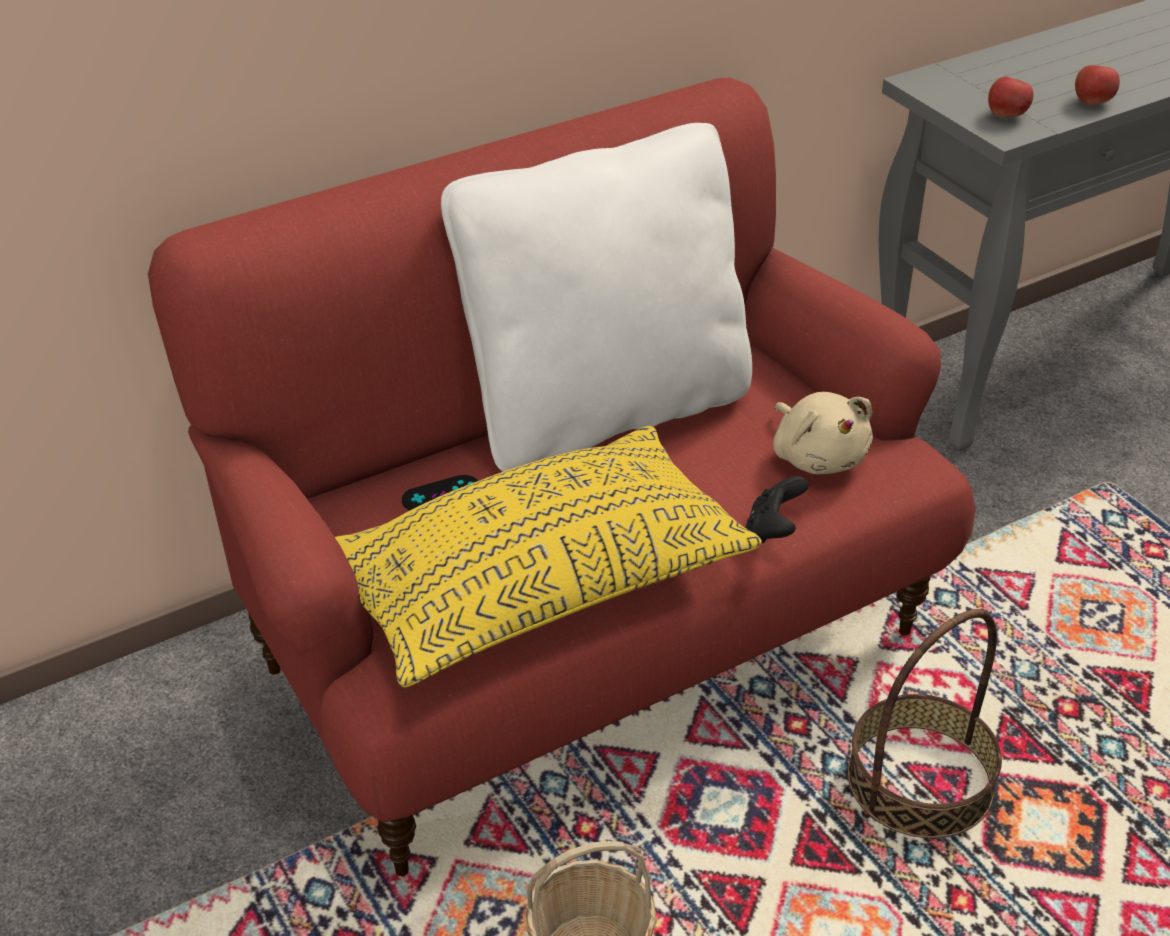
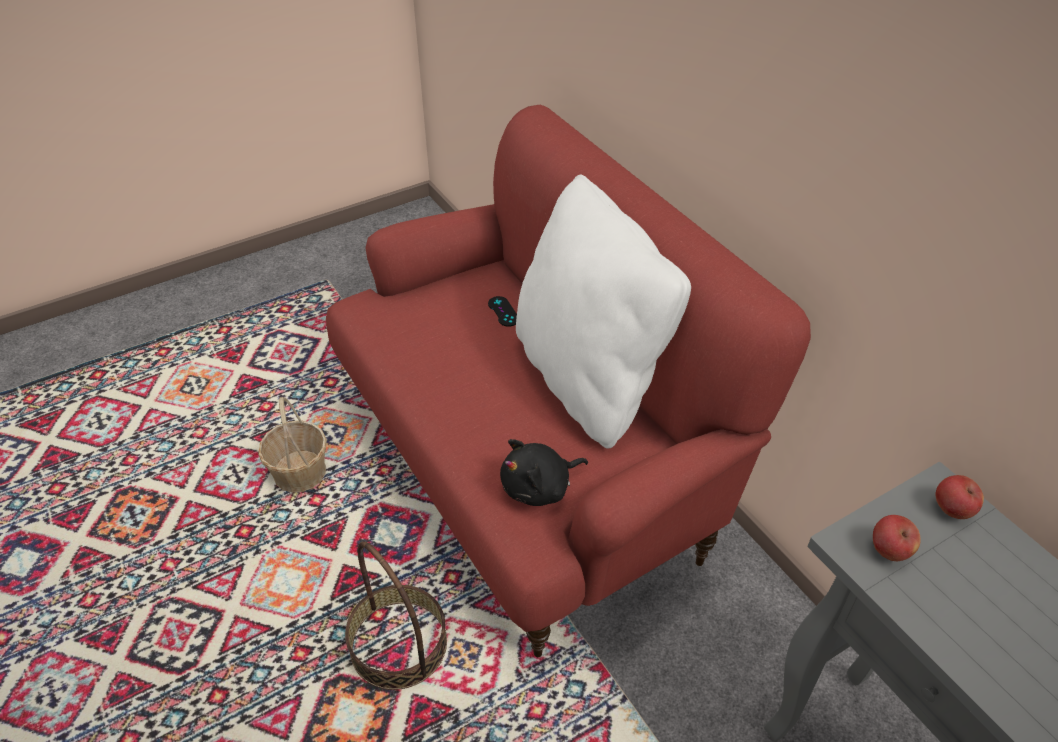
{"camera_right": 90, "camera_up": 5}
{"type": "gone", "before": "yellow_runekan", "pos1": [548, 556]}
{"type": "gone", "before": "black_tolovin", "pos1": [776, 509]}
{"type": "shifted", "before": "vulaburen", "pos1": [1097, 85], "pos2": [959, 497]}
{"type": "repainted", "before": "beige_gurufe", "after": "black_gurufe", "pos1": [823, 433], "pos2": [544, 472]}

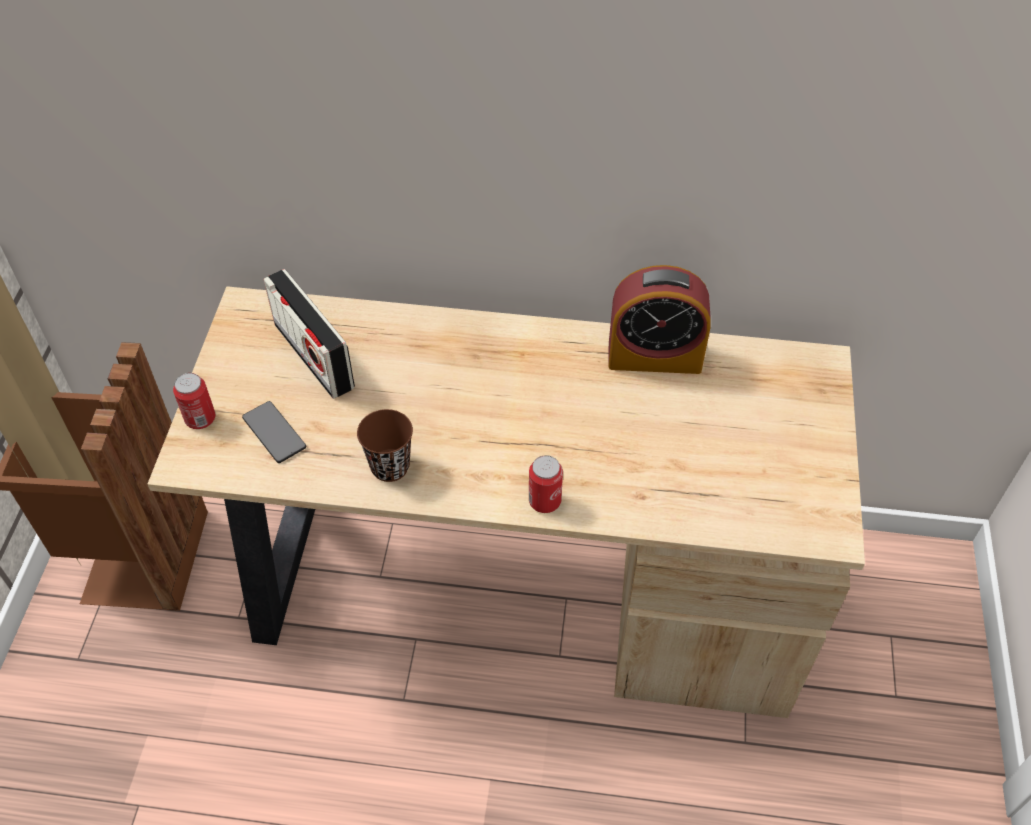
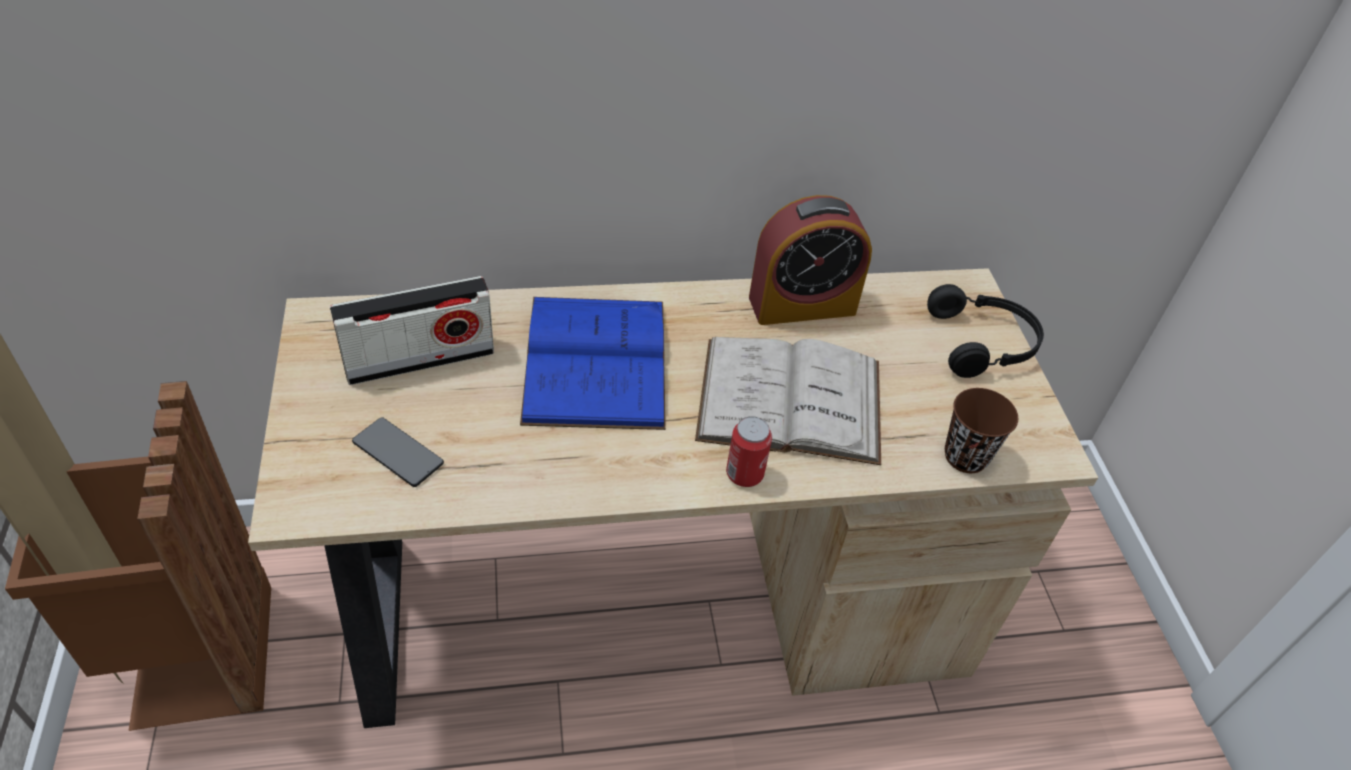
{"camera_right": -20, "camera_up": -5}
{"type": "gone", "before": "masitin", "pos1": [194, 401]}
{"type": "new", "after": "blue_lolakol", "pos2": [593, 363]}
{"type": "new", "after": "white_lolakol", "pos2": [788, 401]}
{"type": "new", "after": "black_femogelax", "pos2": [985, 331]}
{"type": "shifted", "before": "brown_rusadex", "pos1": [385, 445], "pos2": [981, 430]}
{"type": "rotated", "before": "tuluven", "pos1": [309, 334], "pos2": [412, 330], "turn": -60}

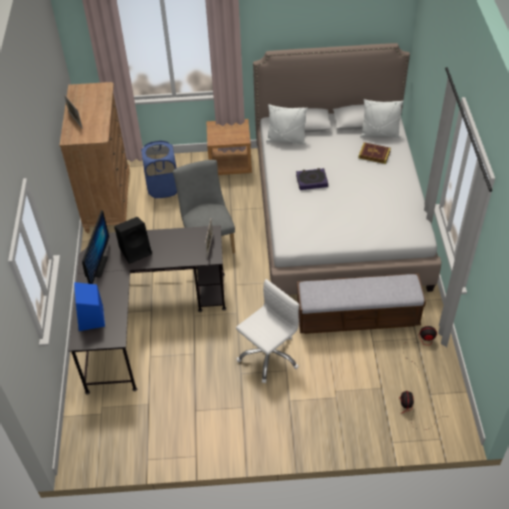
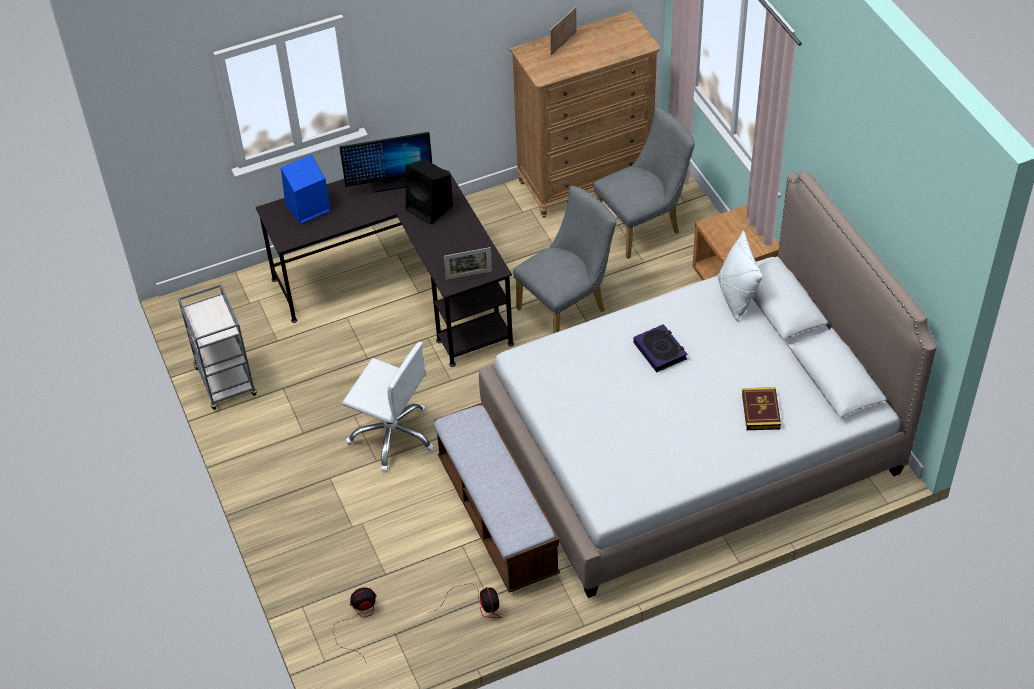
{"camera_right": 70, "camera_up": 0}
{"type": "gone", "before": "white_runekan", "pos1": [382, 118]}
{"type": "new", "after": "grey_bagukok", "pos2": [217, 347]}
{"type": "swapped", "before": "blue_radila", "after": "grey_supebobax", "pos1": [159, 169], "pos2": [644, 183]}

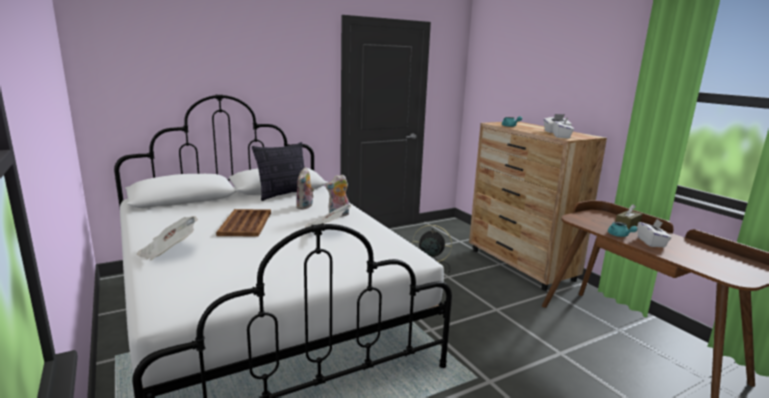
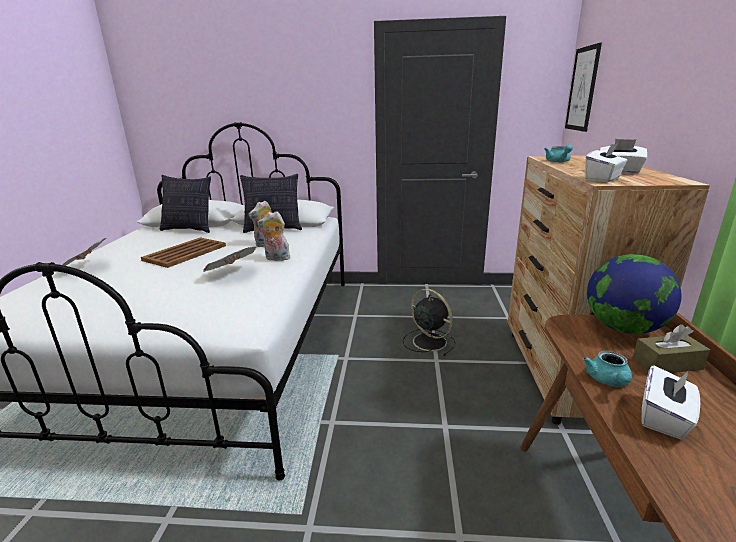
{"camera_right": 35, "camera_up": 5}
{"type": "new", "after": "runekan", "pos2": [185, 204]}
{"type": "new", "after": "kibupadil", "pos2": [583, 87]}
{"type": "new", "after": "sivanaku", "pos2": [634, 294]}

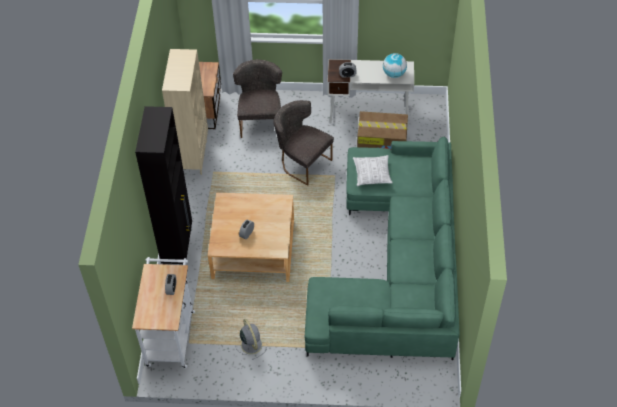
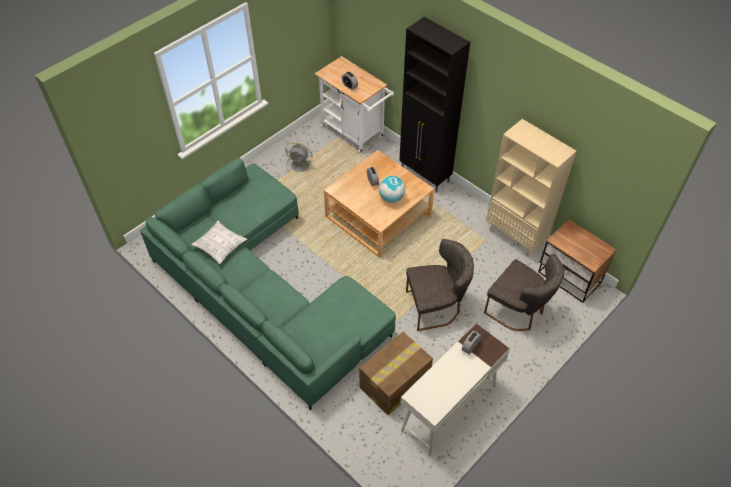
{"camera_right": 130, "camera_up": 0}
{"type": "shifted", "before": "runekan", "pos1": [373, 170], "pos2": [219, 242]}
{"type": "shifted", "before": "sivanaku", "pos1": [395, 65], "pos2": [392, 189]}

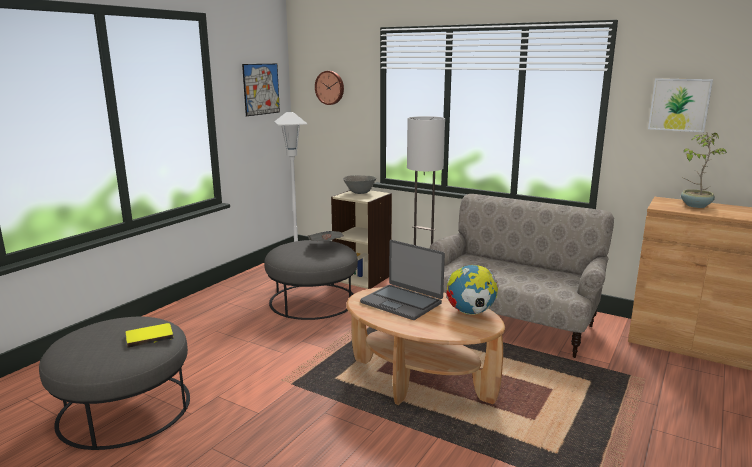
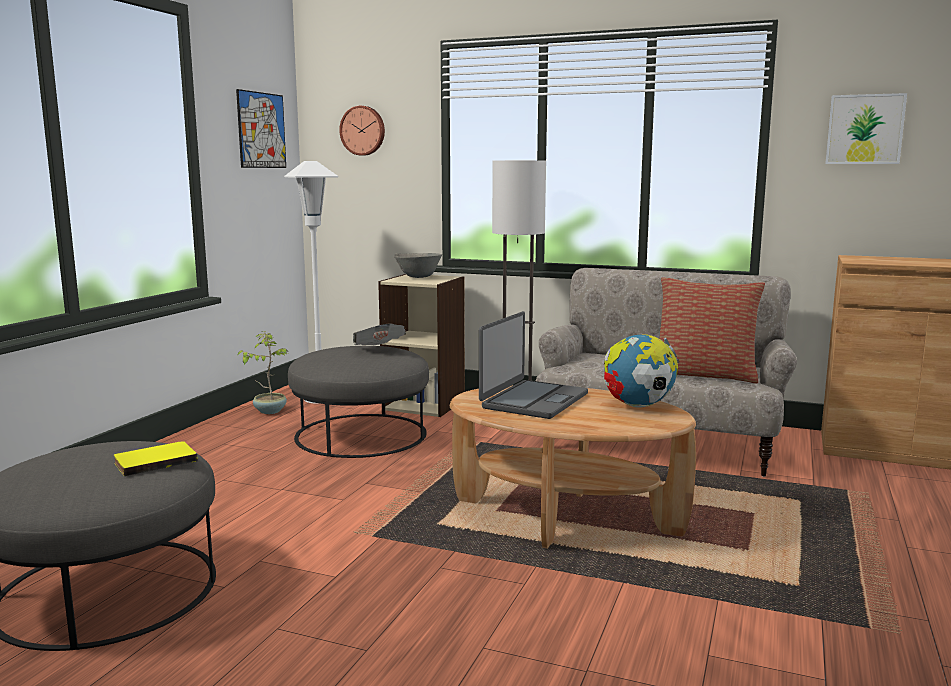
{"camera_right": -10, "camera_up": -5}
{"type": "new", "after": "runekan", "pos2": [712, 330]}
{"type": "shifted", "before": "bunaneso", "pos1": [704, 170], "pos2": [263, 372]}
{"type": "rotated", "before": "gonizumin", "pos1": [402, 280], "pos2": [533, 365], "turn": -90}

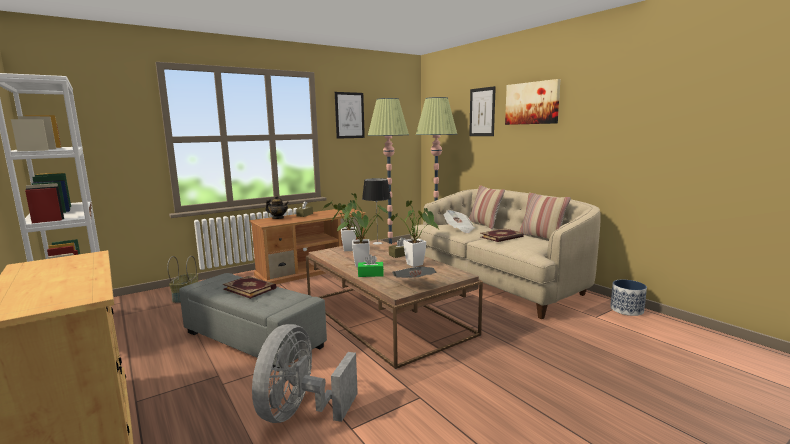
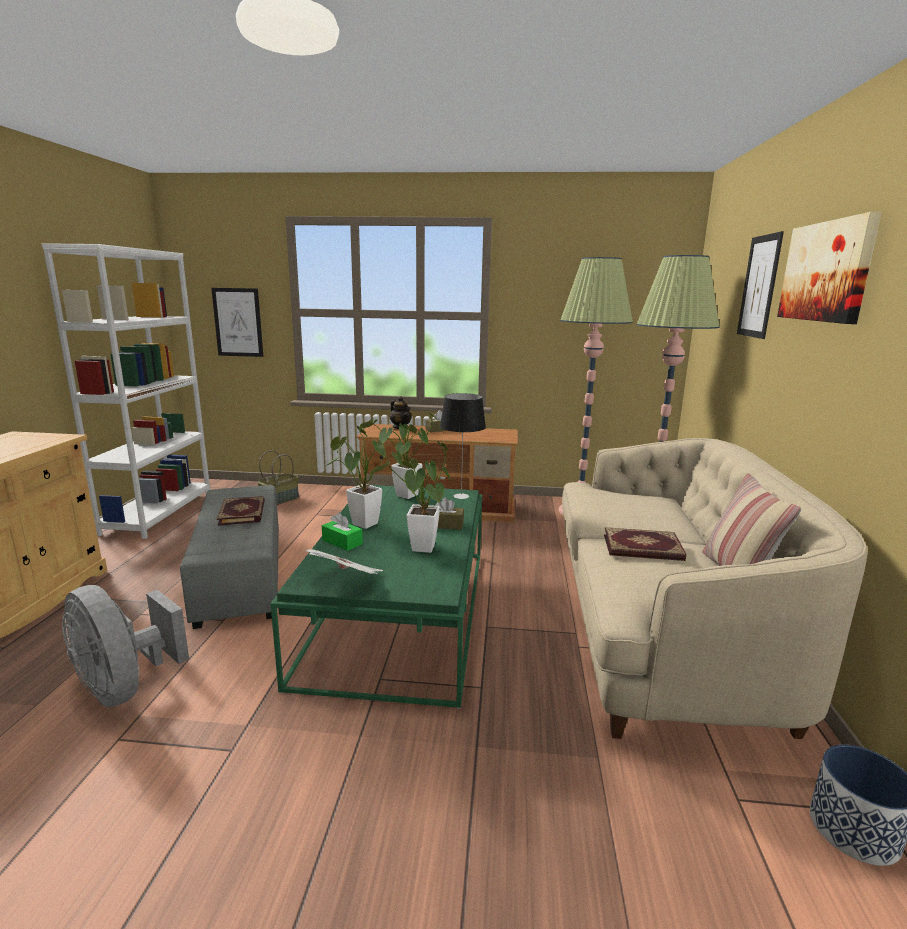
{"camera_right": 40, "camera_up": 5}
{"type": "gone", "before": "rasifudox", "pos1": [459, 221]}
{"type": "gone", "before": "runekan", "pos1": [487, 207]}
{"type": "shifted", "before": "kibupadil", "pos1": [350, 115], "pos2": [237, 322]}
{"type": "repainted", "before": "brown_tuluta", "after": "green_tuluta", "pos1": [394, 304], "pos2": [376, 597]}
{"type": "rotated", "before": "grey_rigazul", "pos1": [305, 373], "pos2": [125, 646], "turn": -105}

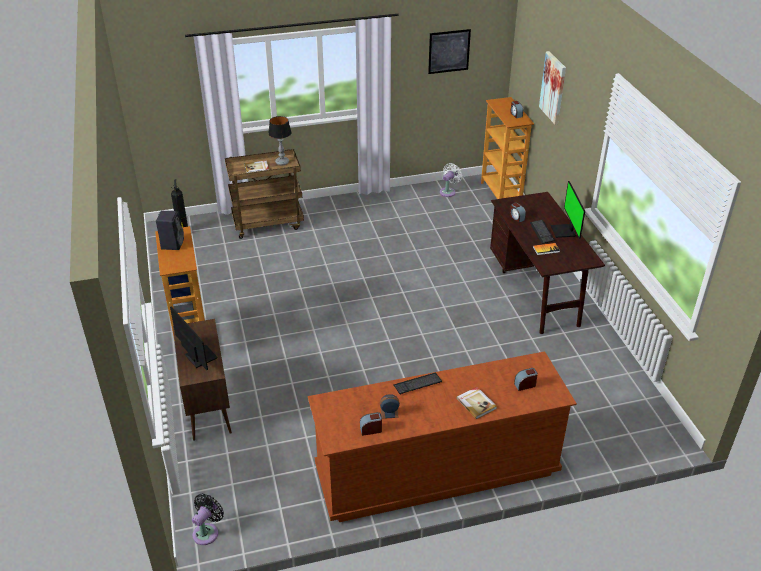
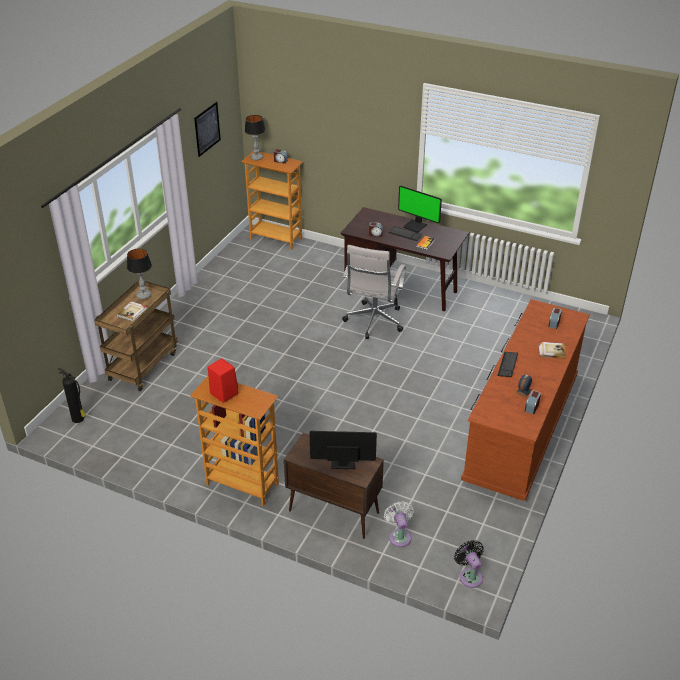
{"camera_right": -50, "camera_up": 0}
{"type": "gone", "before": "kibupadil", "pos1": [552, 87]}
{"type": "new", "after": "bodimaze", "pos2": [254, 138]}
{"type": "new", "after": "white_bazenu", "pos2": [374, 292]}
{"type": "shifted", "before": "white_rigazul", "pos1": [451, 180], "pos2": [399, 524]}
{"type": "repainted", "before": "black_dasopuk", "after": "red_dasopuk", "pos1": [170, 230], "pos2": [223, 380]}

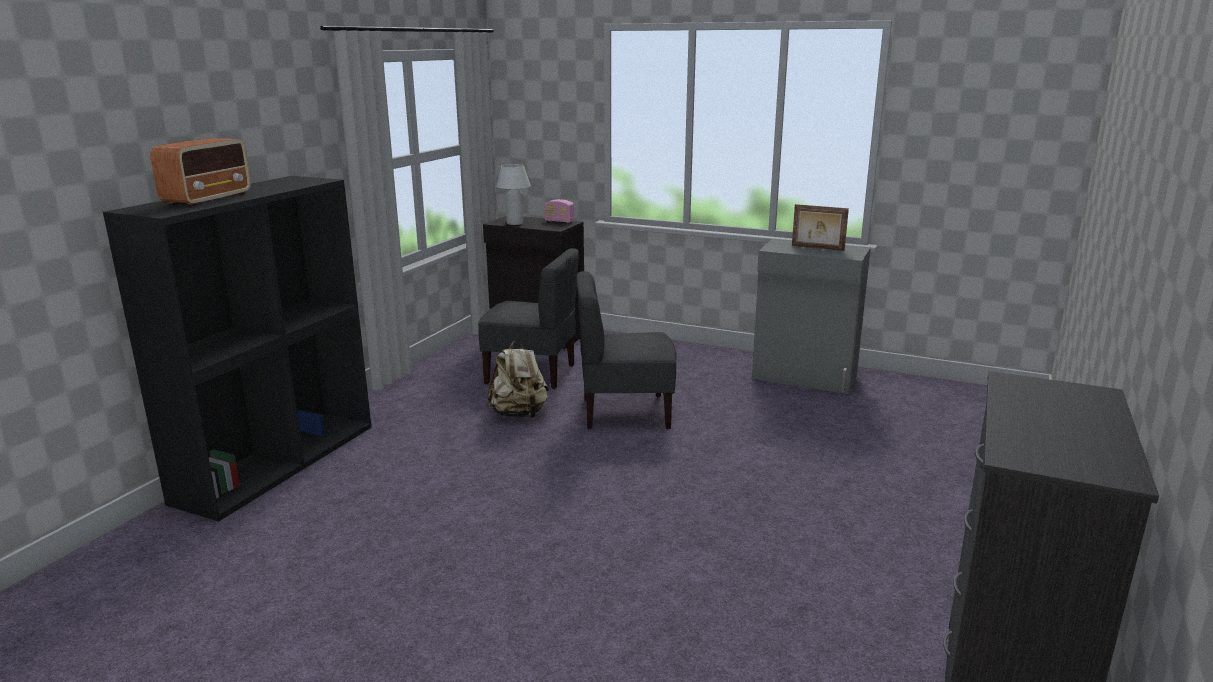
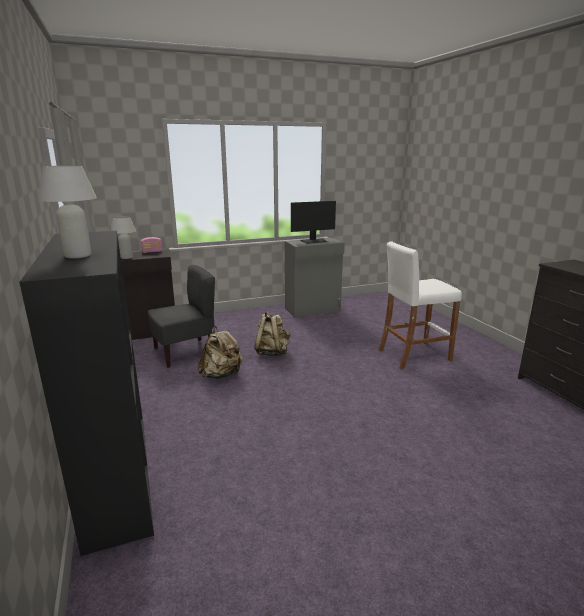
{"camera_right": -45, "camera_up": 0}
{"type": "new", "after": "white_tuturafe", "pos2": [420, 305]}
{"type": "swapped", "before": "tuluven", "after": "white_bodimaze", "pos1": [200, 172], "pos2": [67, 212]}
{"type": "swapped", "before": "grey_supebobax", "after": "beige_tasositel", "pos1": [627, 350], "pos2": [272, 334]}
{"type": "swapped", "before": "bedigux", "after": "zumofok", "pos1": [820, 227], "pos2": [313, 222]}

